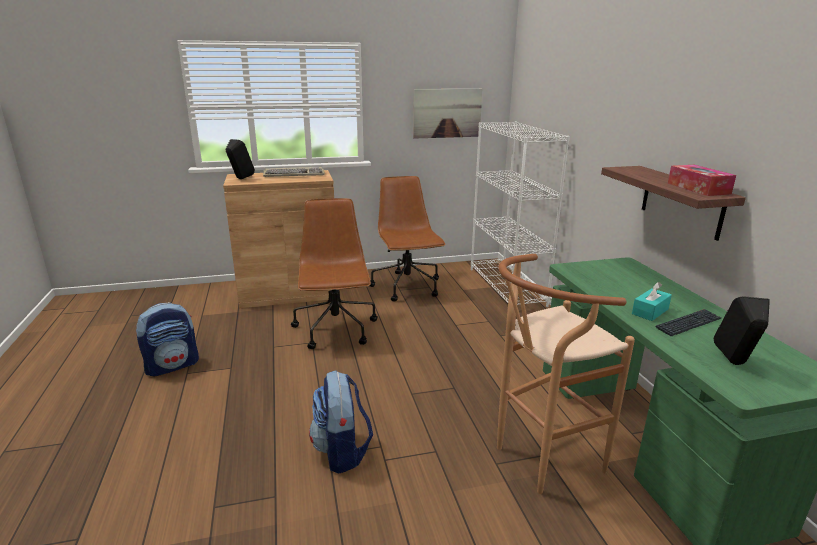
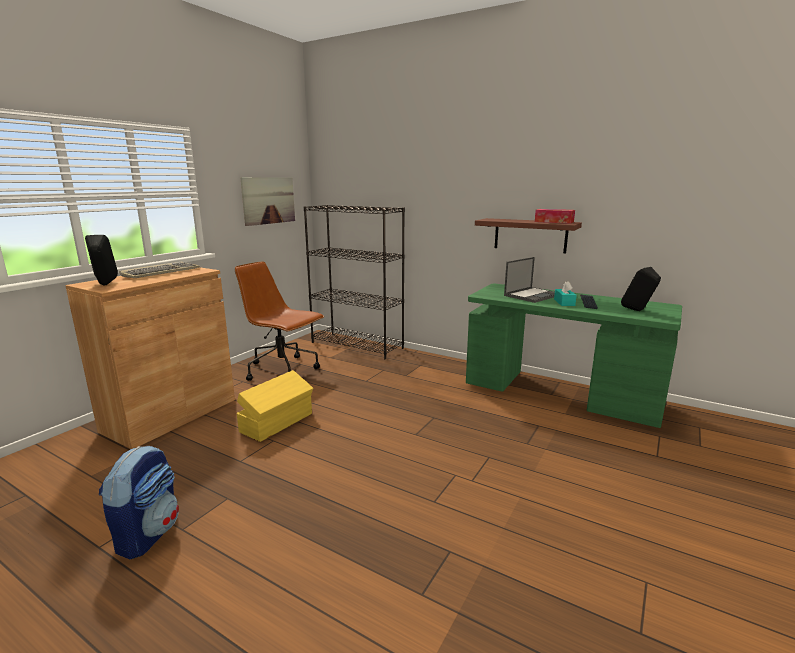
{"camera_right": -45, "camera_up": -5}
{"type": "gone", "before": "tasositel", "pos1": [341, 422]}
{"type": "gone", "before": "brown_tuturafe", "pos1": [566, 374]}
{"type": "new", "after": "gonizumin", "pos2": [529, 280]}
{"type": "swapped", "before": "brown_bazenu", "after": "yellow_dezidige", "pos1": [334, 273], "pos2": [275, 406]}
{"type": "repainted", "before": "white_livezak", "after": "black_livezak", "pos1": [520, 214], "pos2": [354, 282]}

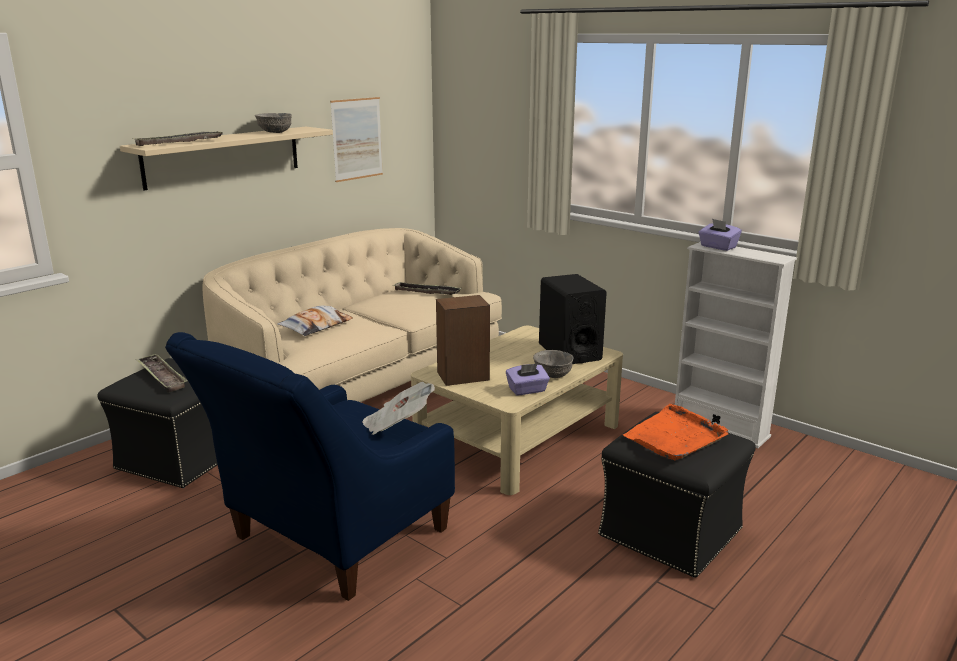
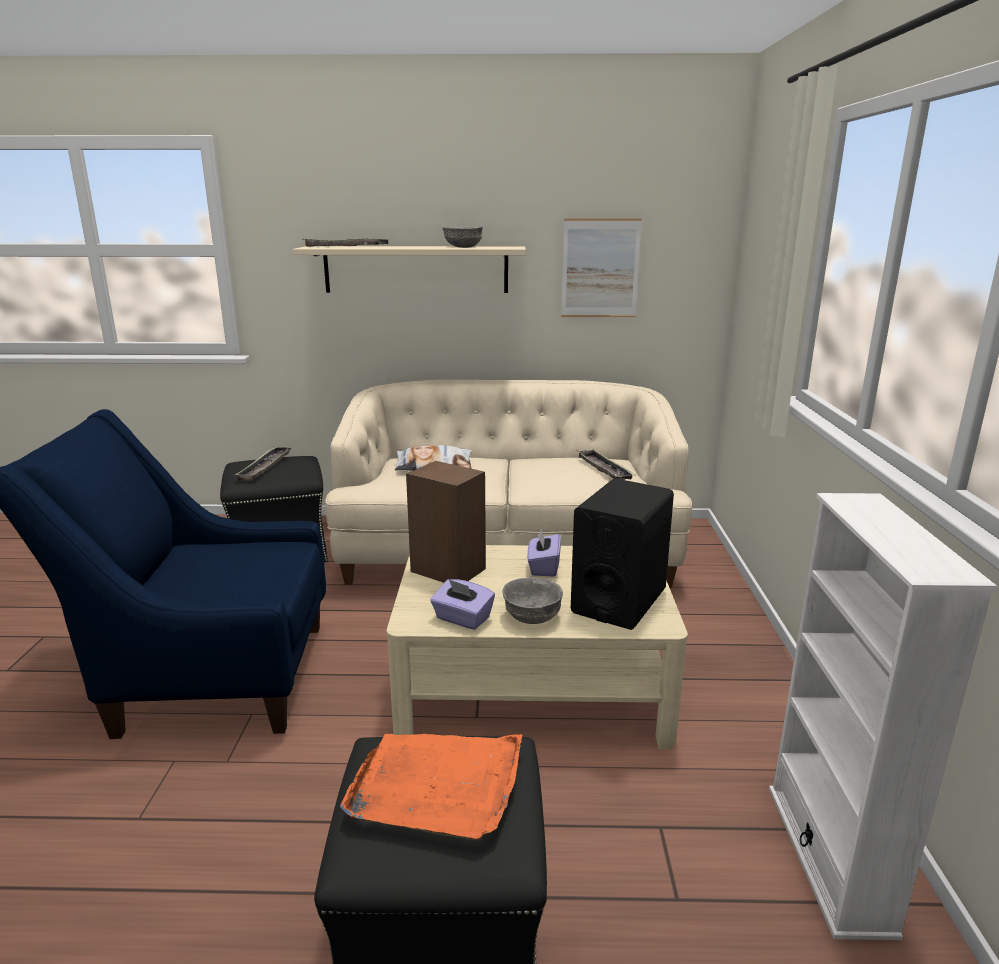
{"camera_right": 50, "camera_up": 0}
{"type": "gone", "before": "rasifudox", "pos1": [398, 408]}
{"type": "shifted", "before": "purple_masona", "pos1": [720, 235], "pos2": [544, 553]}

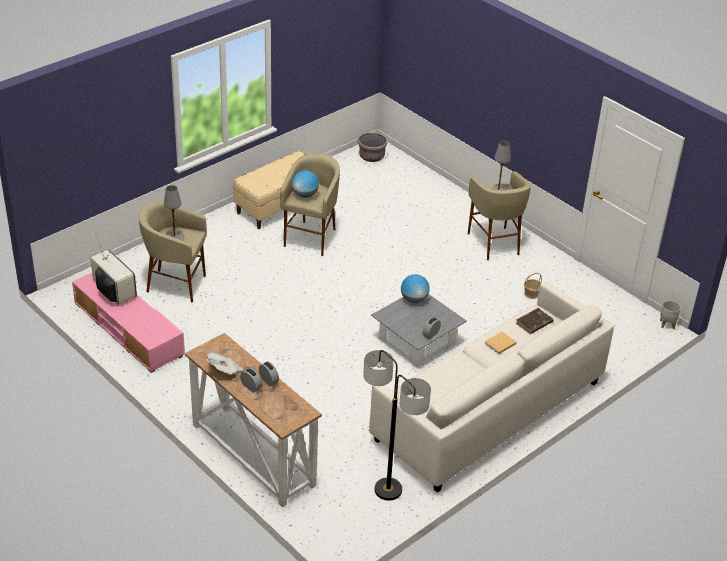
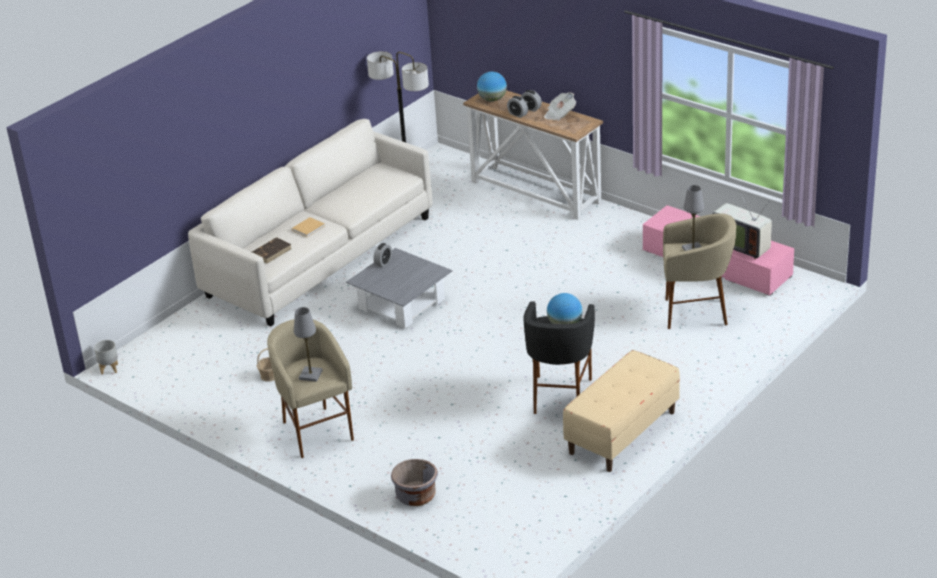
{"camera_right": 175, "camera_up": -5}
{"type": "shifted", "before": "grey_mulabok", "pos1": [372, 147], "pos2": [414, 482]}
{"type": "shifted", "before": "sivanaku", "pos1": [415, 288], "pos2": [492, 86]}
{"type": "repainted", "before": "beige_tuturafe", "after": "black_tuturafe", "pos1": [310, 204], "pos2": [559, 357]}

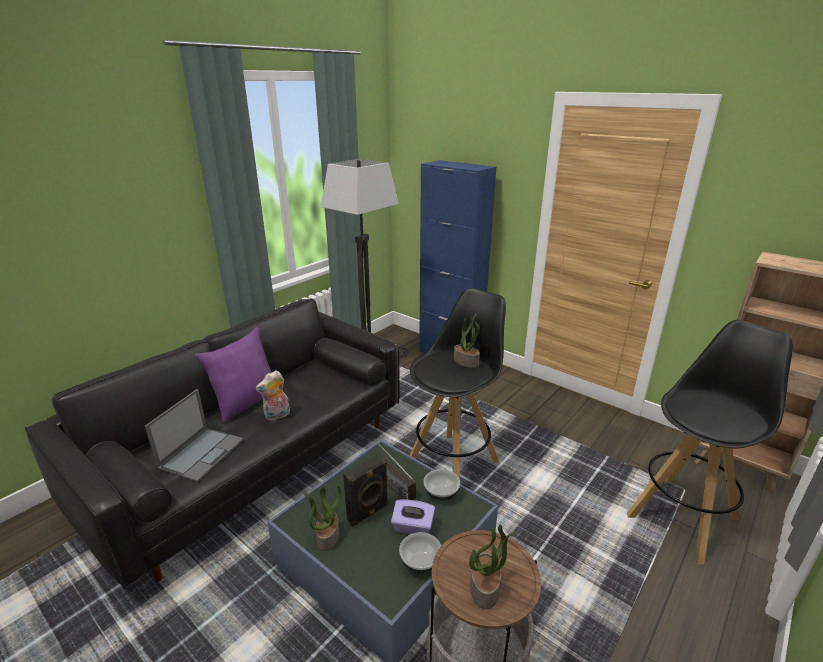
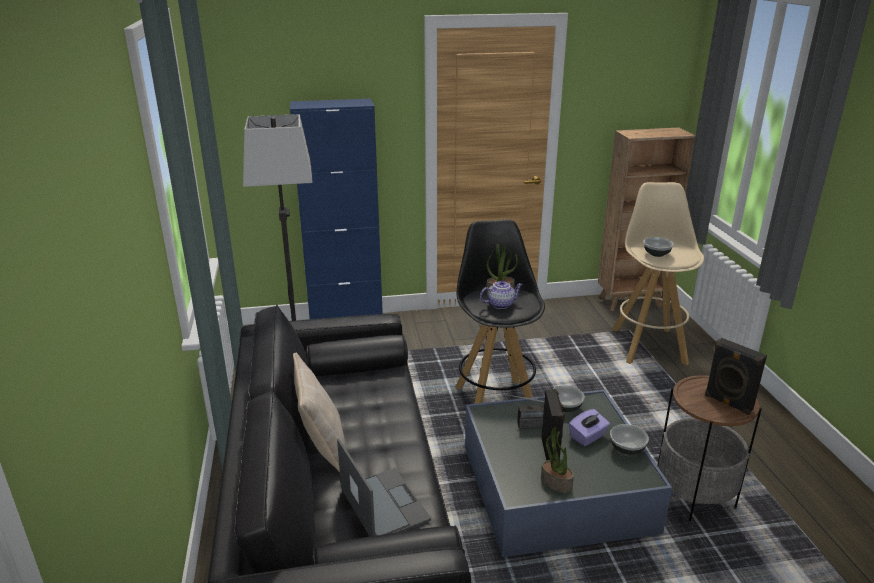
{"camera_right": -50, "camera_up": 0}
{"type": "gone", "before": "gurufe", "pos1": [272, 395]}
{"type": "new", "after": "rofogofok", "pos2": [501, 294]}
{"type": "new", "after": "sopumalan", "pos2": [658, 247]}
{"type": "swapped", "before": "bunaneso", "after": "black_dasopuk", "pos1": [492, 567], "pos2": [736, 376]}
{"type": "repainted", "before": "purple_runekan", "after": "beige_runekan", "pos1": [233, 375], "pos2": [319, 412]}
{"type": "repainted", "before": "black_tuturafe", "after": "beige_tuturafe", "pos1": [710, 442], "pos2": [658, 273]}

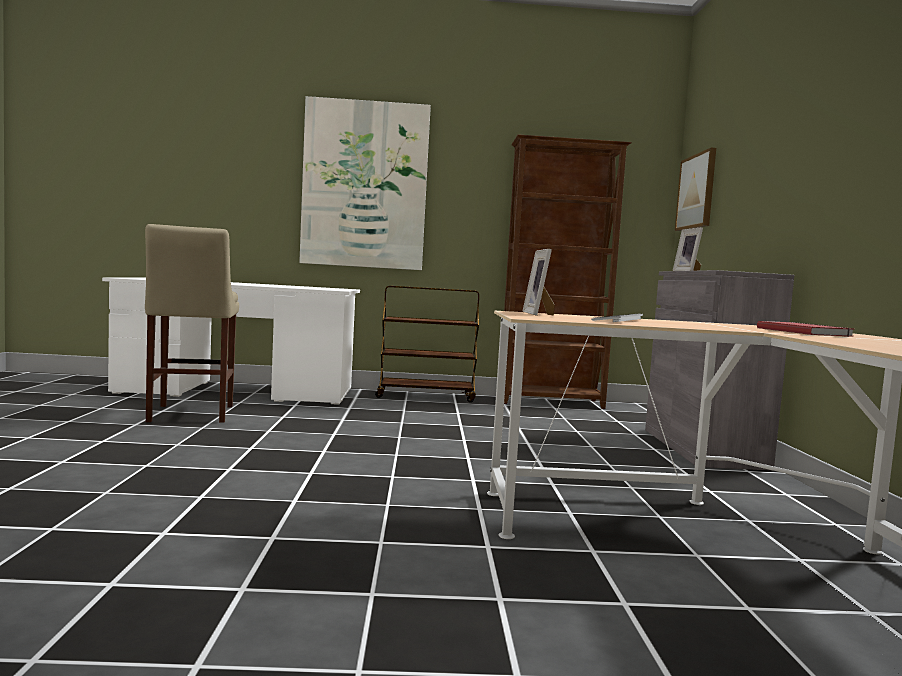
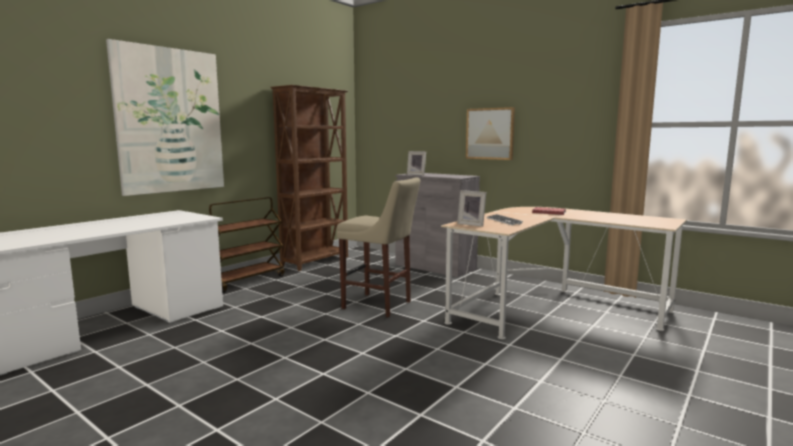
{"camera_right": -50, "camera_up": 5}
{"type": "shifted", "before": "beige_tuturafe", "pos1": [192, 323], "pos2": [378, 247]}
{"type": "shifted", "before": "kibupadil", "pos1": [695, 189], "pos2": [490, 133]}

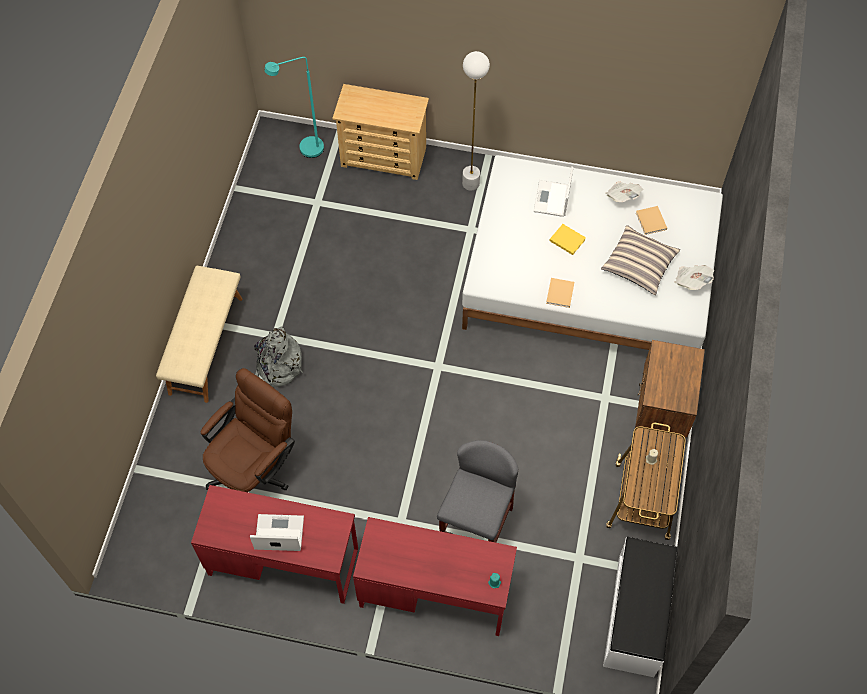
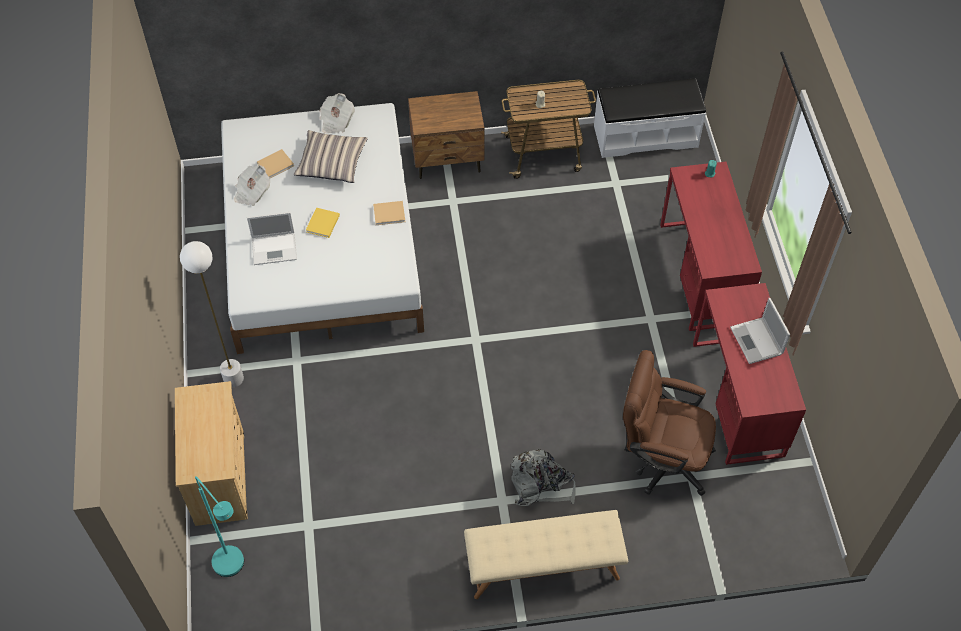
{"camera_right": -110, "camera_up": -5}
{"type": "gone", "before": "grey_tuturafe", "pos1": [477, 491]}

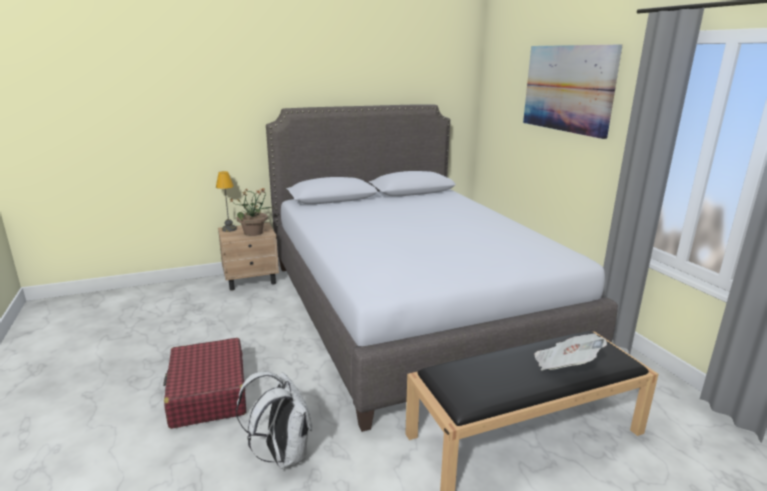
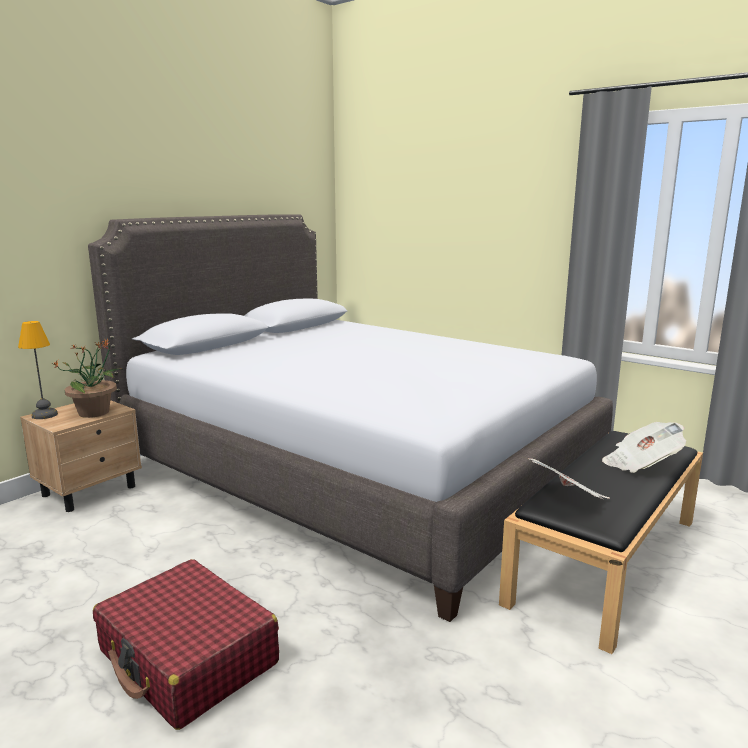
{"camera_right": -30, "camera_up": -5}
{"type": "gone", "before": "white_tasositel", "pos1": [274, 420]}
{"type": "gone", "before": "kibupadil", "pos1": [572, 92]}
{"type": "new", "after": "rasifudox", "pos2": [569, 478]}

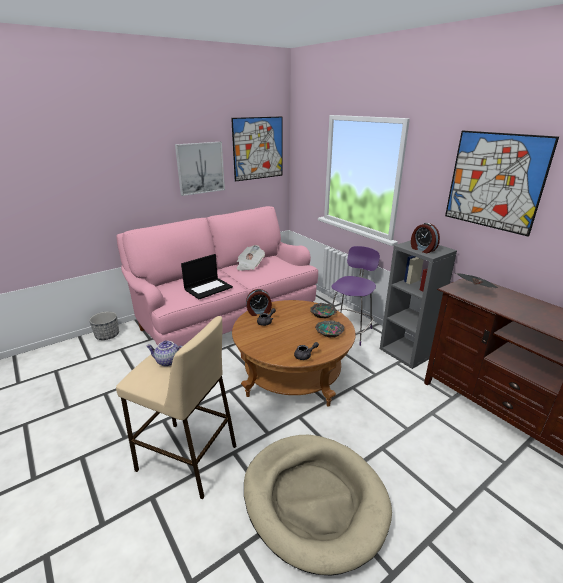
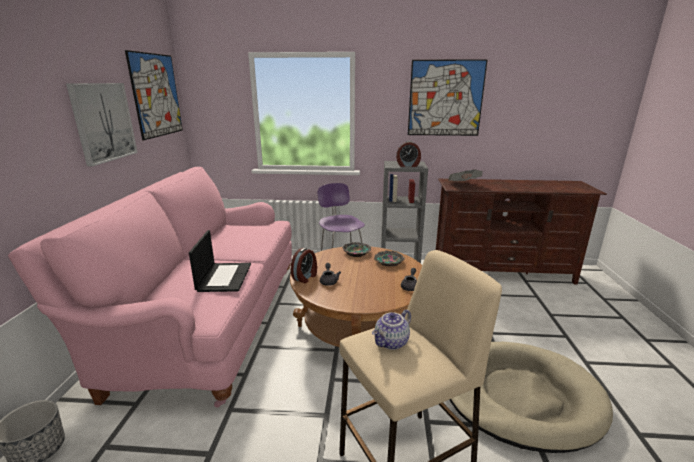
{"camera_right": -50, "camera_up": -5}
{"type": "gone", "before": "rasifudox", "pos1": [251, 258]}

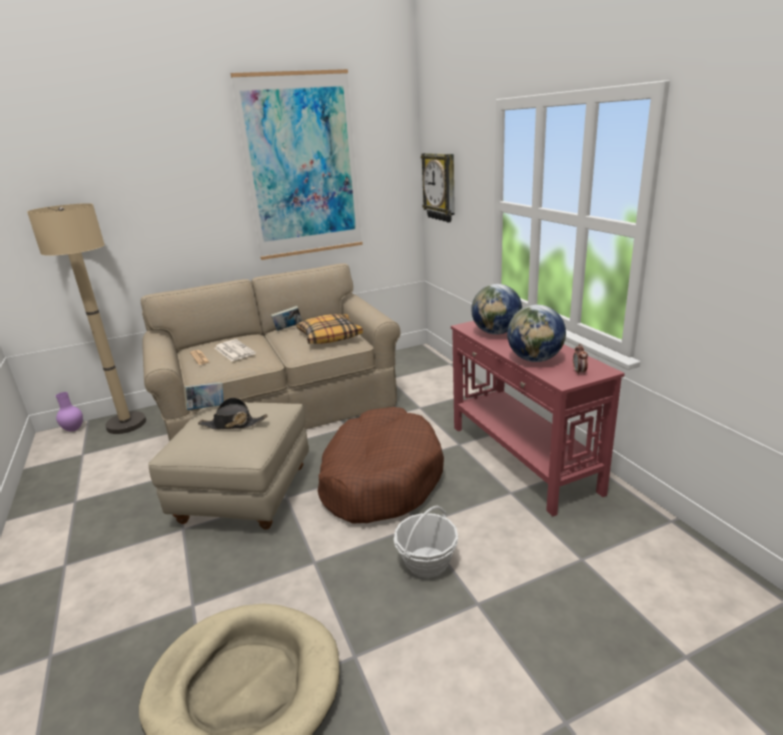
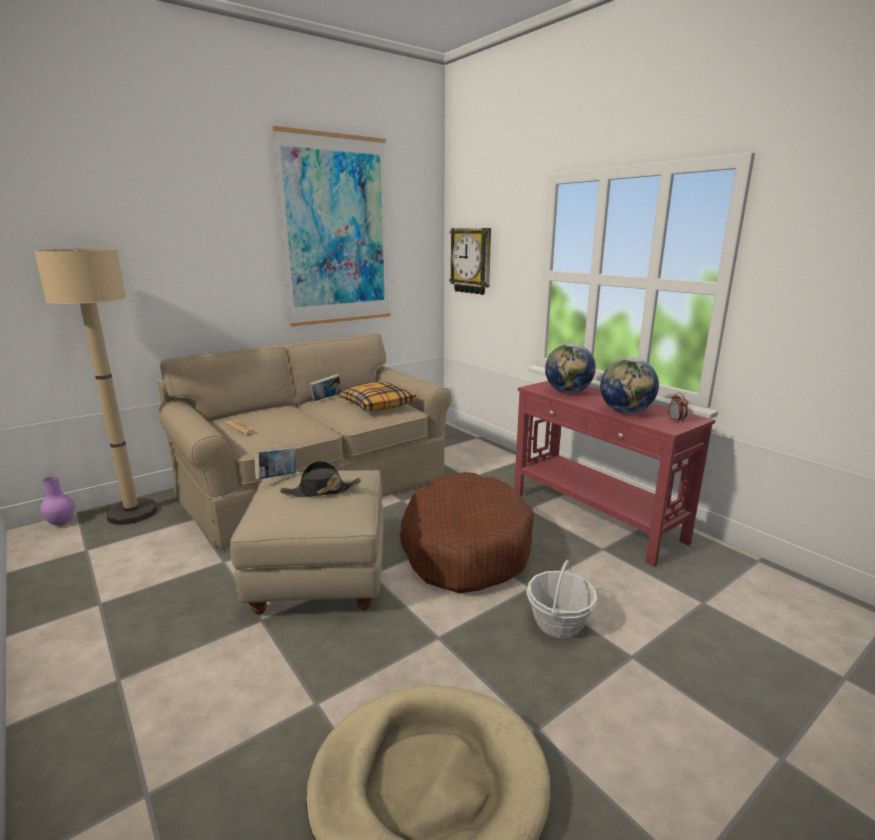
{"camera_right": -15, "camera_up": -5}
{"type": "gone", "before": "rasifudox", "pos1": [235, 350]}

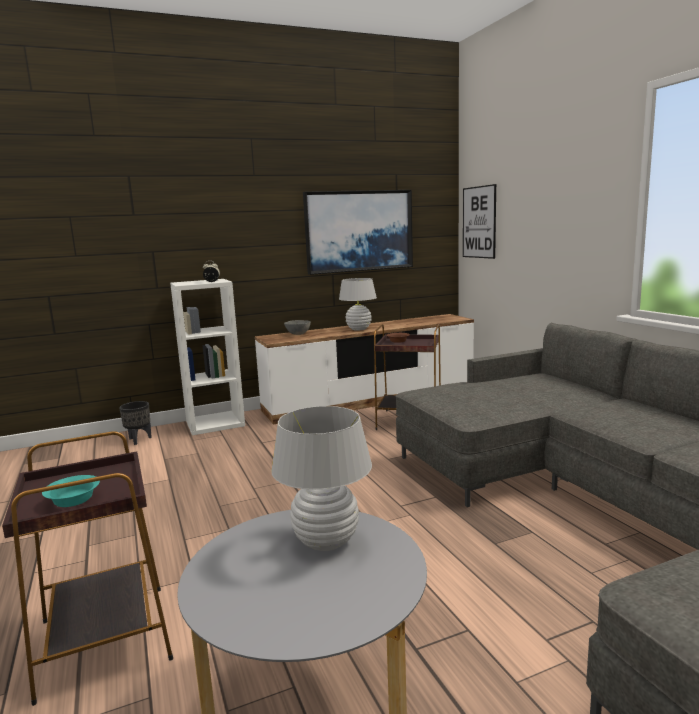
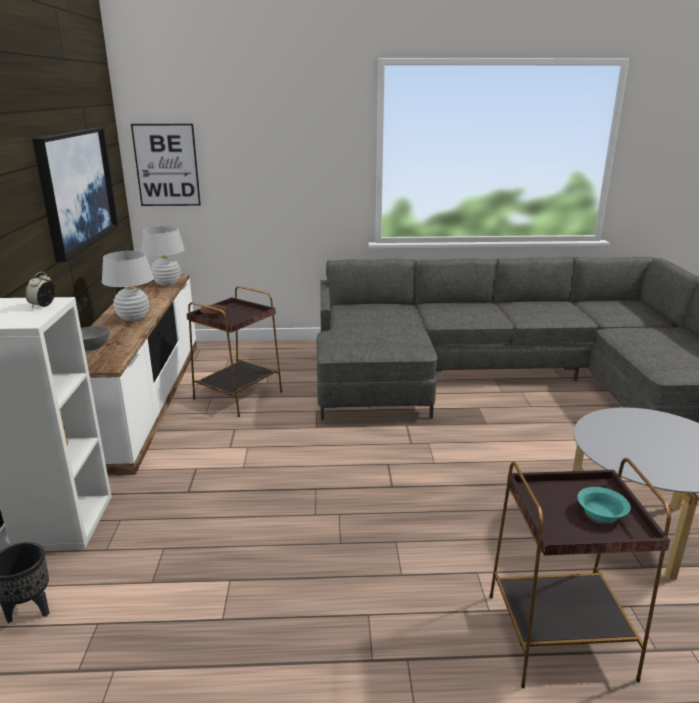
{"camera_right": -70, "camera_up": 10}
{"type": "shifted", "before": "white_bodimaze", "pos1": [321, 478], "pos2": [163, 256]}

